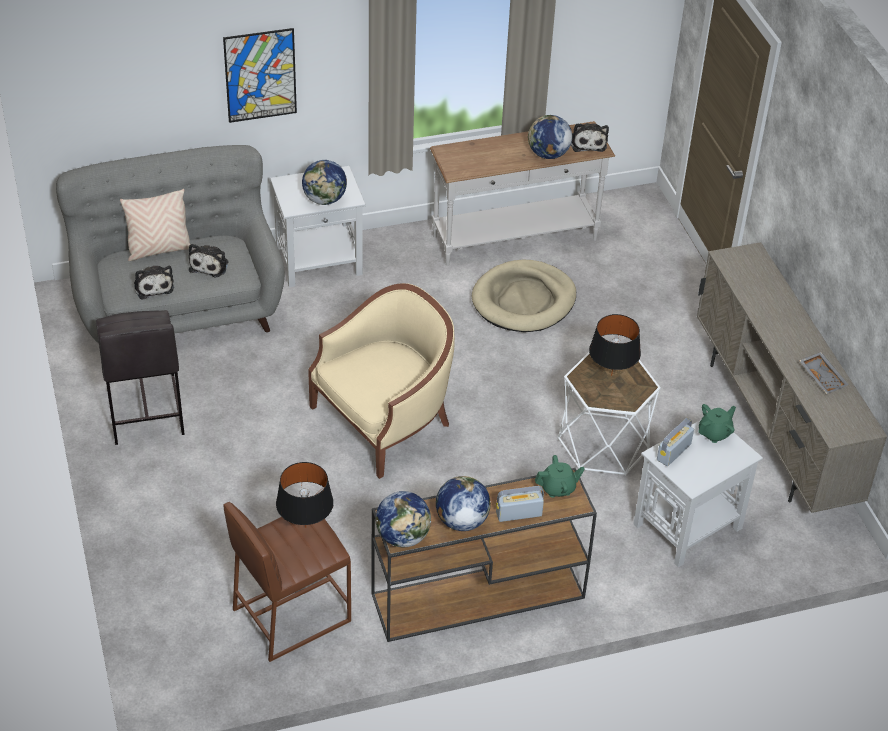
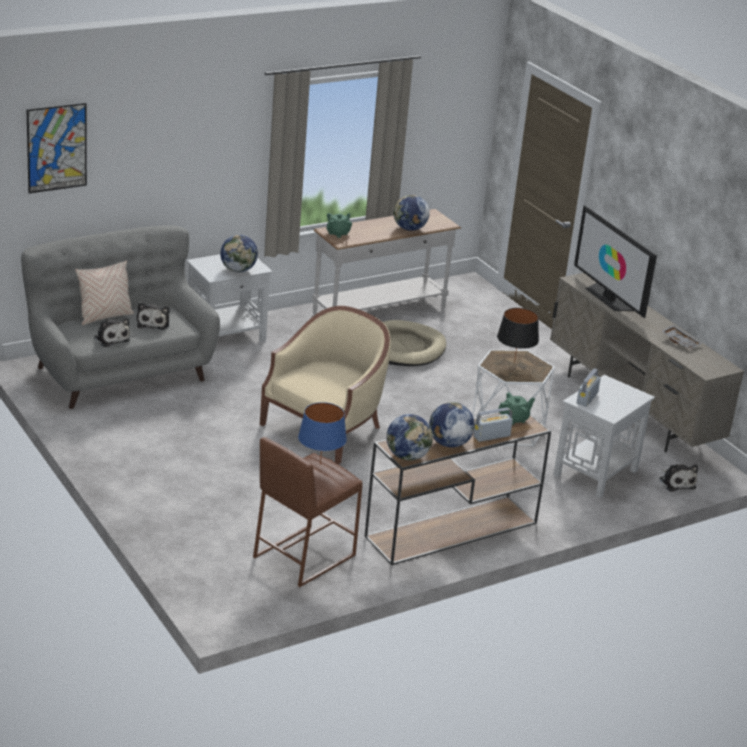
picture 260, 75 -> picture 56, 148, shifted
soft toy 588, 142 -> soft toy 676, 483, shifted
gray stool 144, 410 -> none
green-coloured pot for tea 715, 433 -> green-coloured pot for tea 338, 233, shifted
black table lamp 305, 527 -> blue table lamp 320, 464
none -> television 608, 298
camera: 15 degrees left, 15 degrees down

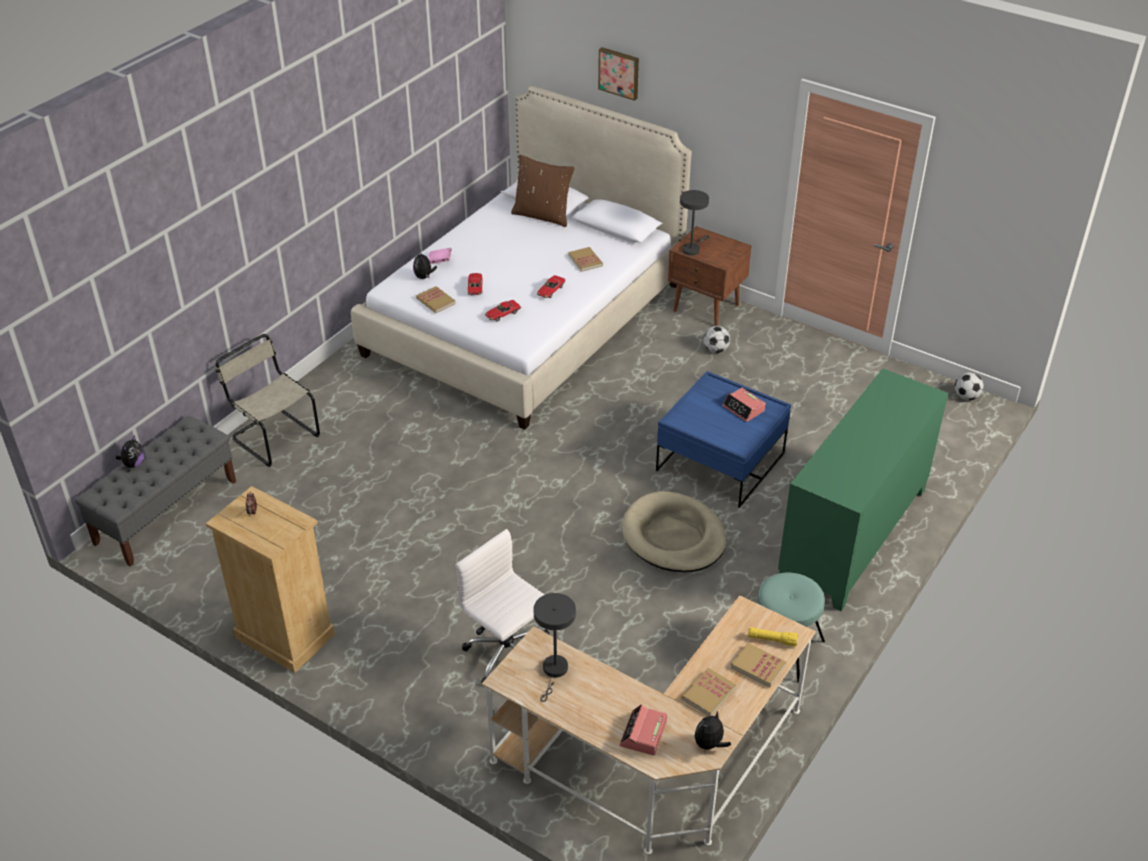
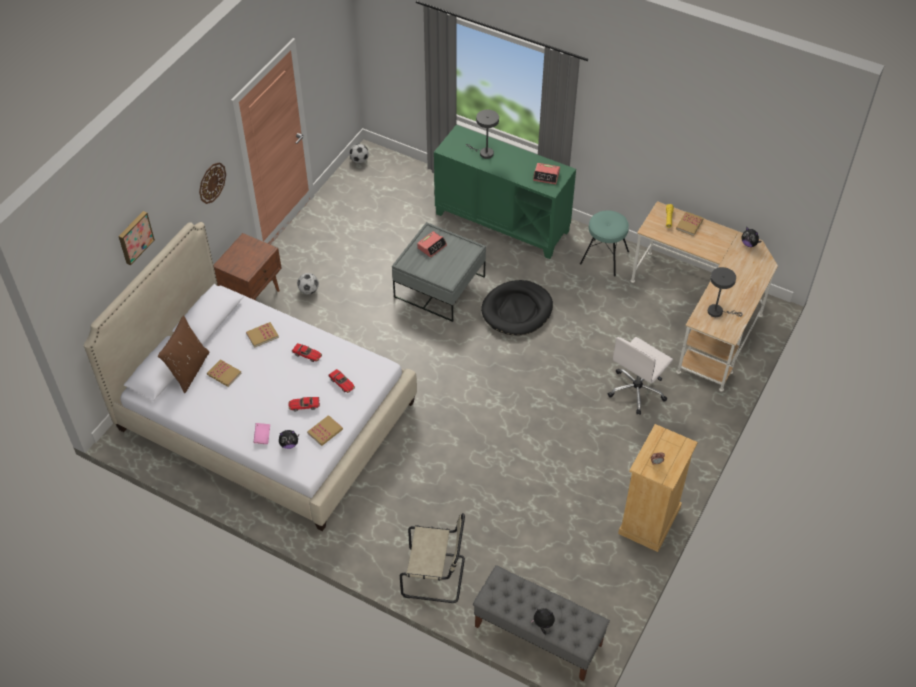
gray table lamp 692, 249 -> gray table lamp 484, 153, shifted
beige-coloured plain chair 273, 436 -> beige-coloured plain chair 436, 576, 120 degrees counterclockwise
blue low table 720, 462 -> gray low table 439, 287
beige-coloured dog bed 673, 536 -> black dog bed 517, 310
book 708, 693 -> book 224, 374, shifted
alarm clock 643, 734 -> alarm clock 546, 176, shifted
none -> wall clock 212, 182
camera: 95 degrees left, 10 degrees up

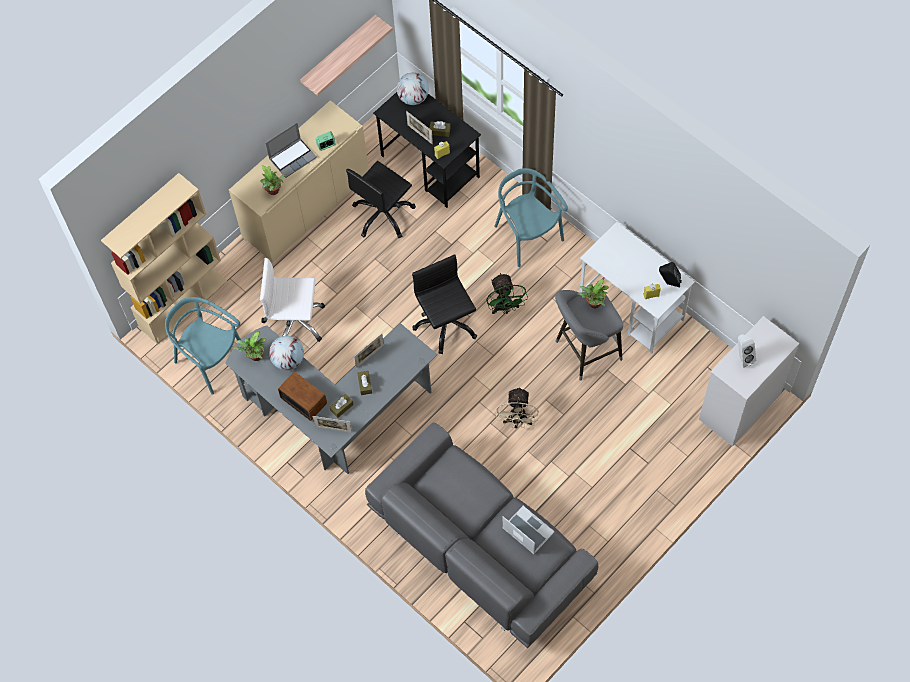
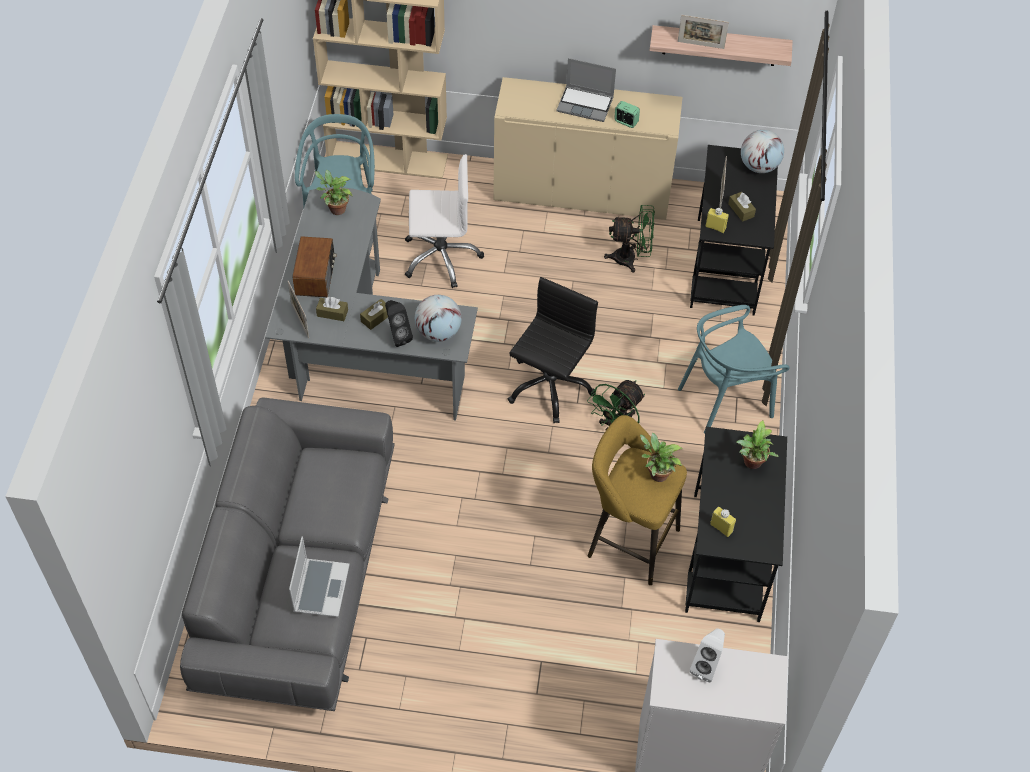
black computer chair 383, 215 -> green-coloured cooling fan 631, 259
plant in a pot 274, 191 -> plant in a pot 752, 464, shifted
turquoise plain chair 527, 235 -> turquoise plain chair 725, 399, 135 degrees counterclockwise
whitish desk unit 632, 308 -> black desk unit 726, 557
whitish computer chair 295, 322 -> whitish computer chair 441, 257, 120 degrees clockwise
black audio speaker 668, 282 -> black audio speaker 397, 336, shifted
gray stool 585, 352 -> yellow-coloured stool 628, 540
photo frame 370, 356 -> photo frame 700, 45, shifted
desk globe 288, 360 -> desk globe 438, 332, shifted
beige-coloured cooling fan 517, 421 -> none
camera: 50 degrees right, 10 degrees down

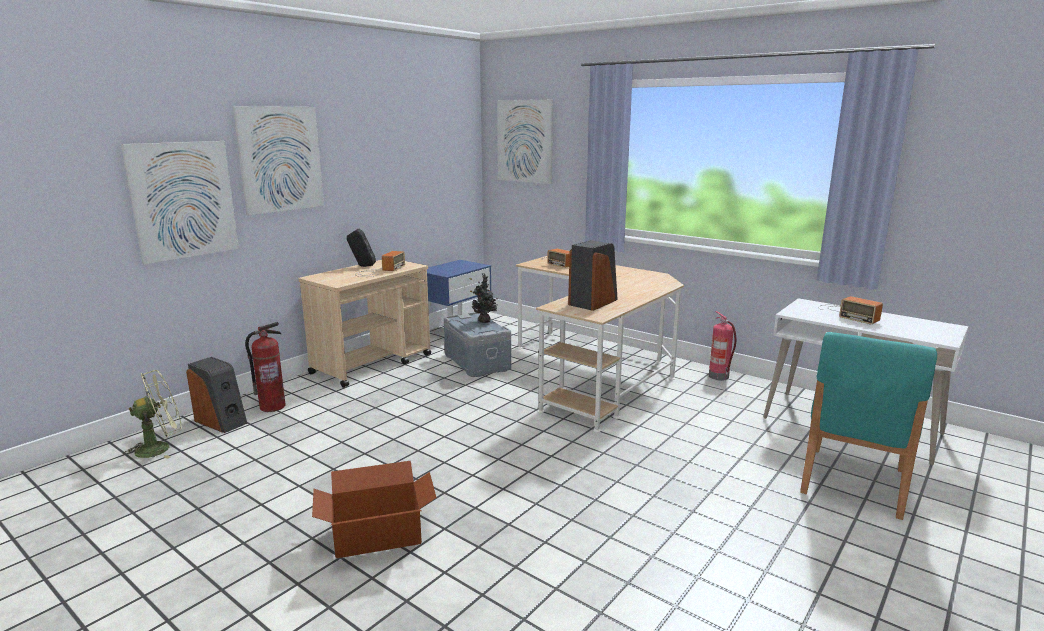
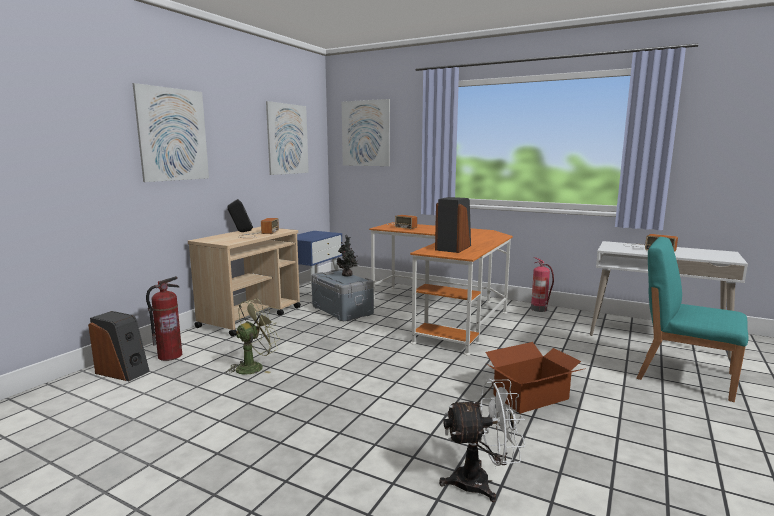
picture 183, 200 -> picture 287, 139, shifted
beige-coloured desk unit 597, 373 -> orange-coloured desk unit 444, 312
turquoise plain chair 852, 482 -> turquoise plain chair 684, 375, 105 degrees clockwise
green-coloured cooling fan 160, 448 -> green-coloured cooling fan 254, 366, shifted
carton 378, 535 -> carton 531, 397, shifted
none -> whitish cooling fan 481, 482
camera: 10 degrees left, 5 degrees down

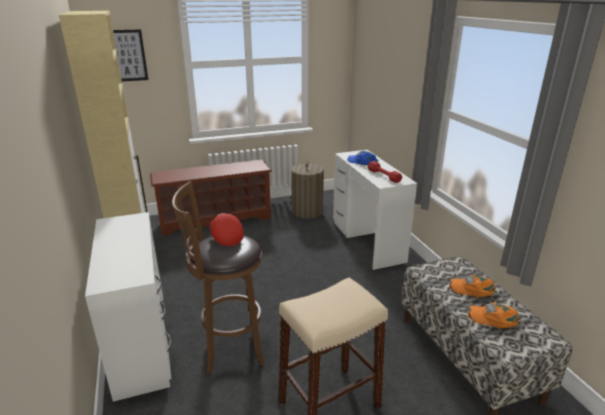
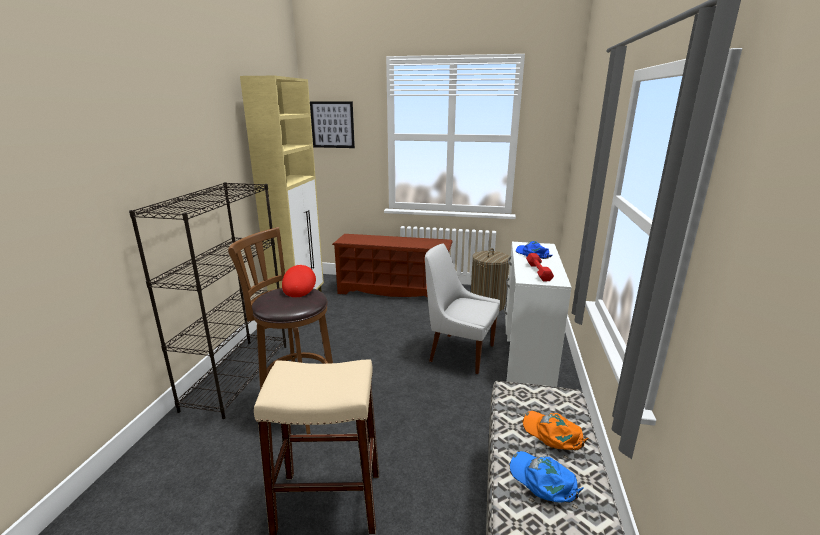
whitish desk unit 141, 343 -> black bookshelf 238, 375
orange-coloured peaked cap 493, 318 -> blue peaked cap 543, 480
none -> whitish plain chair 459, 352
camera: 30 degrees right, 5 degrees down

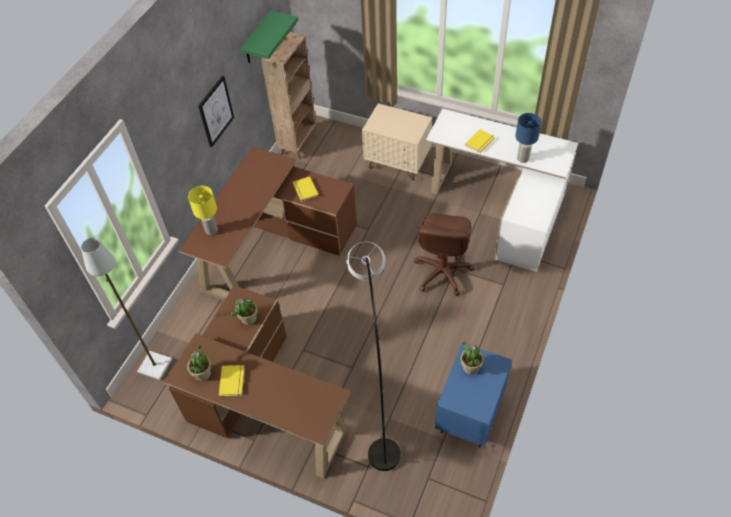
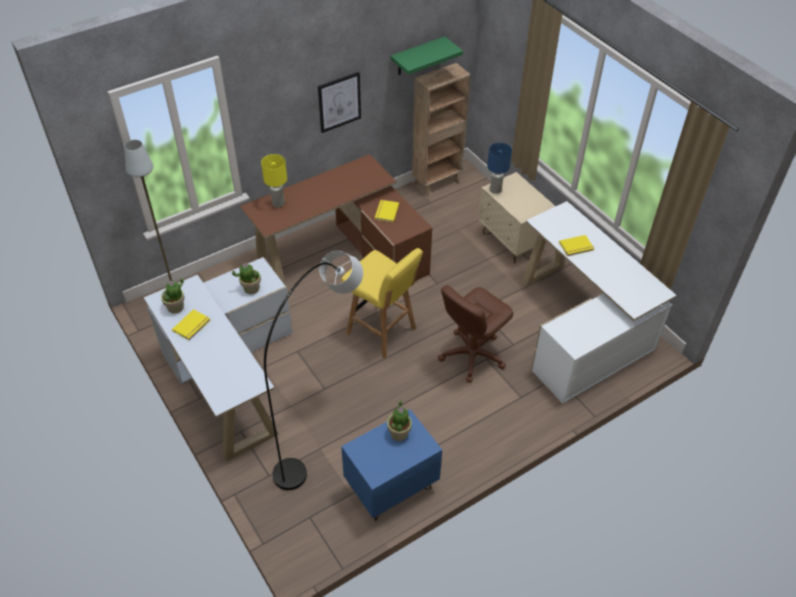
blue table lamp 523, 159 -> blue table lamp 495, 190, shifted
brown desk unit 263, 405 -> whitish desk unit 229, 376
none -> yellow-coloured stool 382, 332
camera: 30 degrees right, 5 degrees down

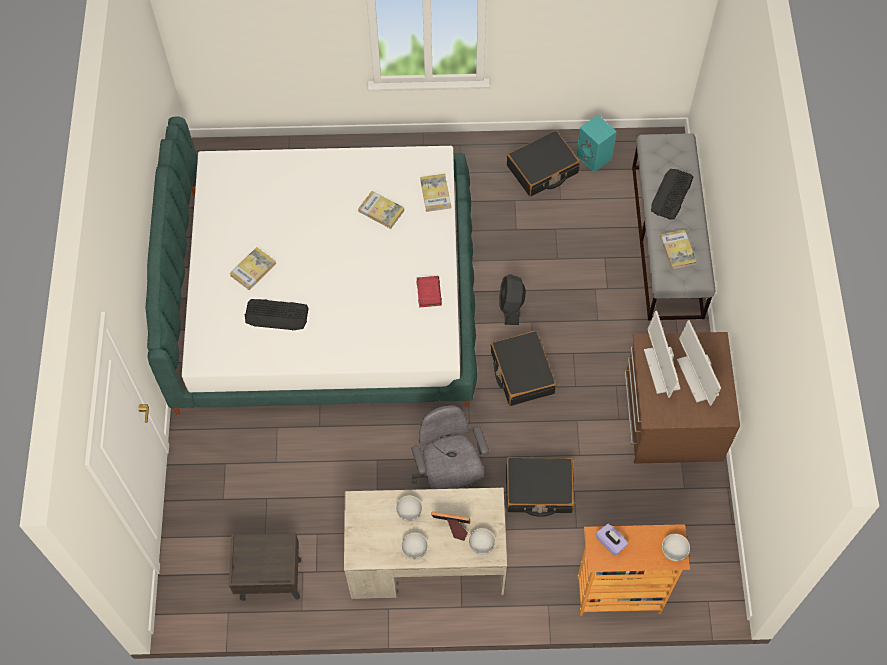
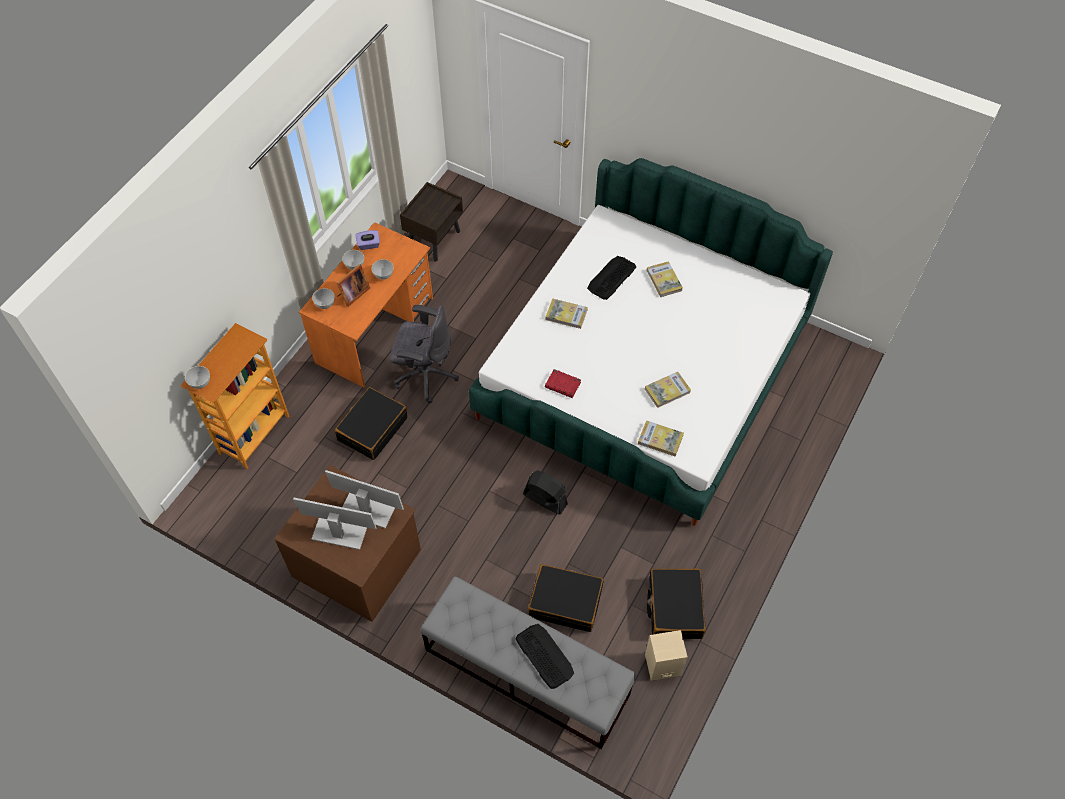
turquoise audio speaker 594, 157 -> beige-coloured audio speaker 662, 666
book 677, 250 -> book 566, 315, shifted
black piece of luggage 522, 373 -> black piece of luggage 565, 602, shifted
beige-coloured desk unit 426, 562 -> orange-coloured desk unit 375, 330
purple tissue box 610, 542 -> purple tissue box 369, 245, shifted
camera: 120 degrees right, 5 degrees down

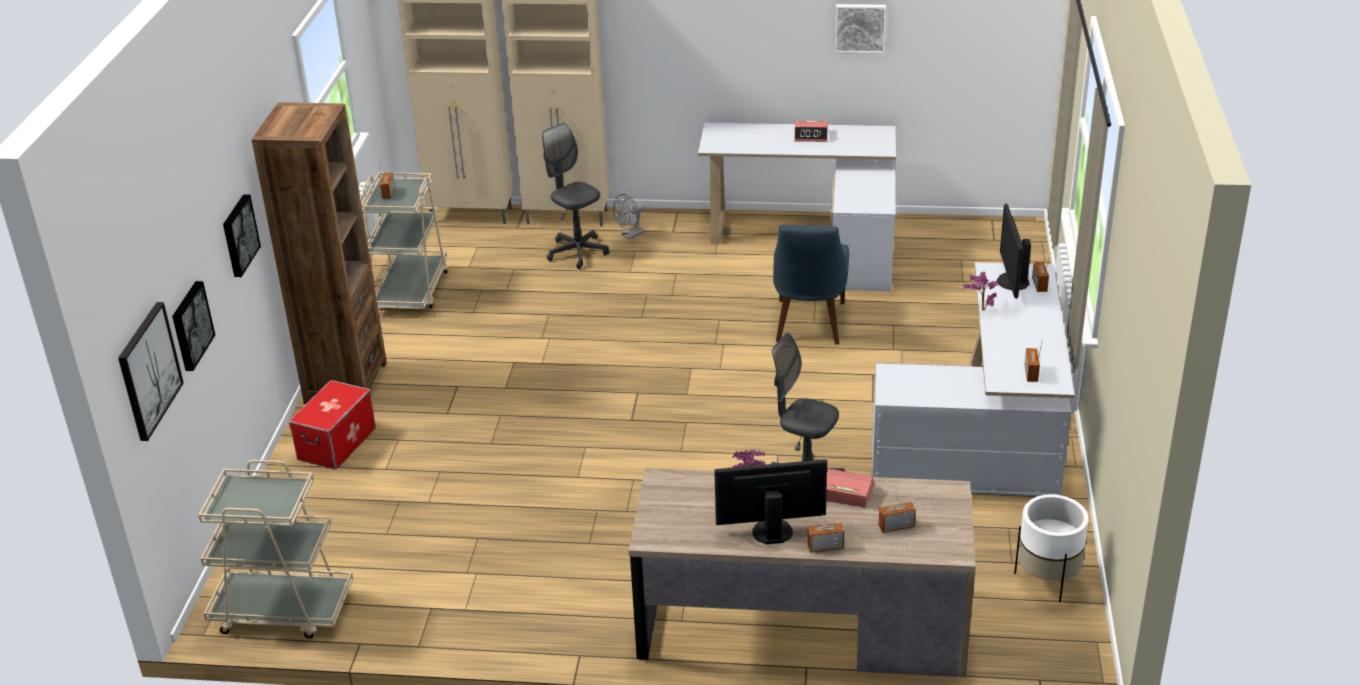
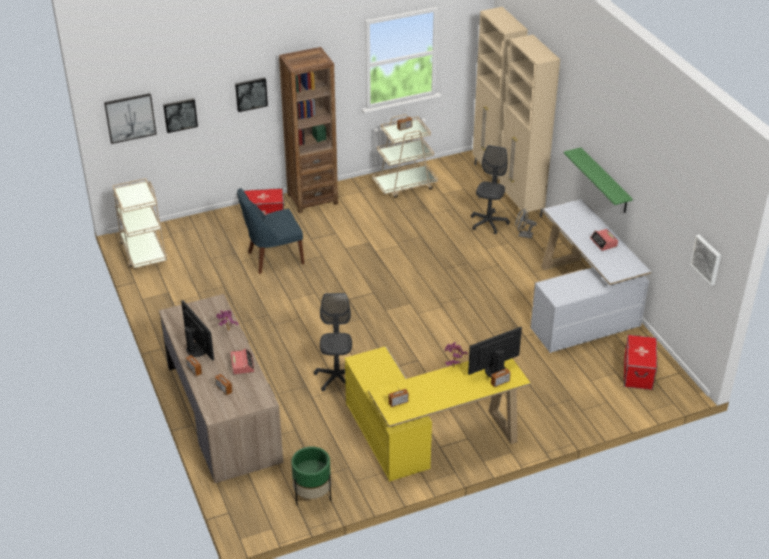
picture 860, 27 -> picture 707, 259, shifted
blue plain chair 809, 324 -> blue plain chair 273, 258, shifted
whitish desk unit 986, 439 -> yellow-coloured desk unit 426, 436
whitish flower pot 1047, 580 -> green-coloured flower pot 312, 495
none -> green-coloured shelf 604, 181
none -> storage container 638, 373
camera: 60 degrees right, 5 degrees up

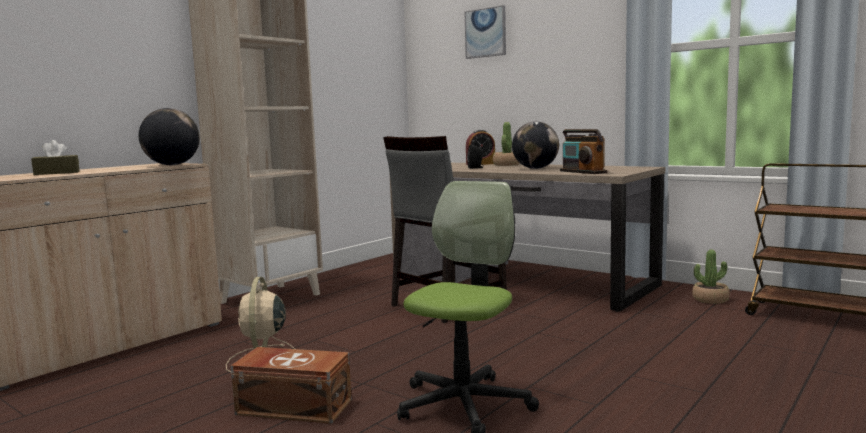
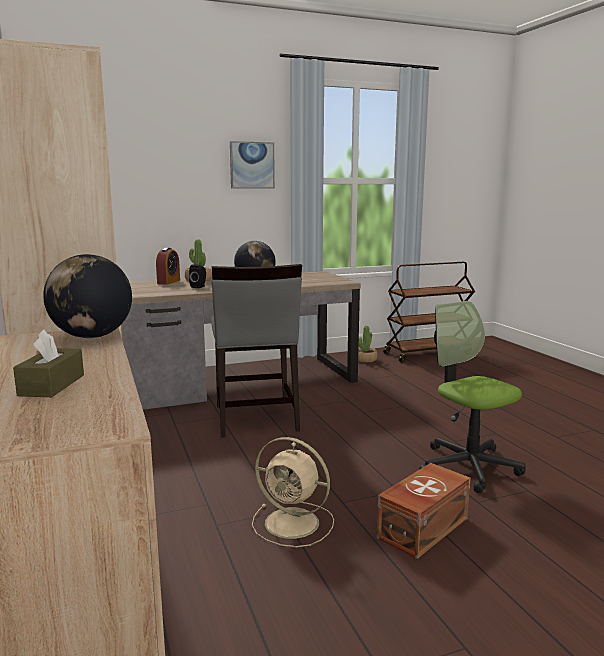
picture 485, 33 -> picture 252, 165, shifted
radio receiver 582, 172 -> none
camera: 60 degrees left, 5 degrees up

